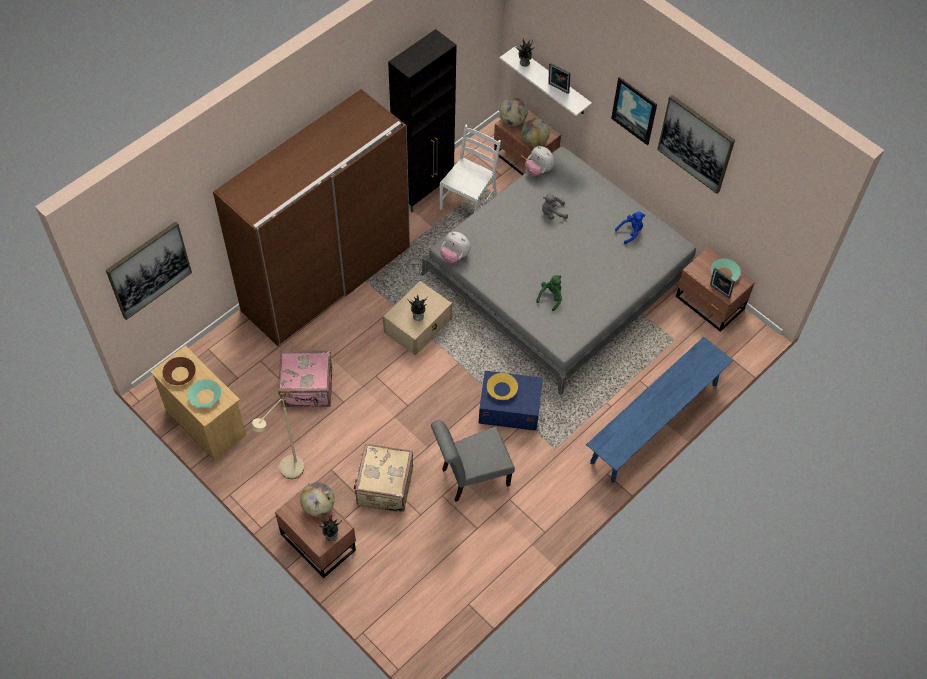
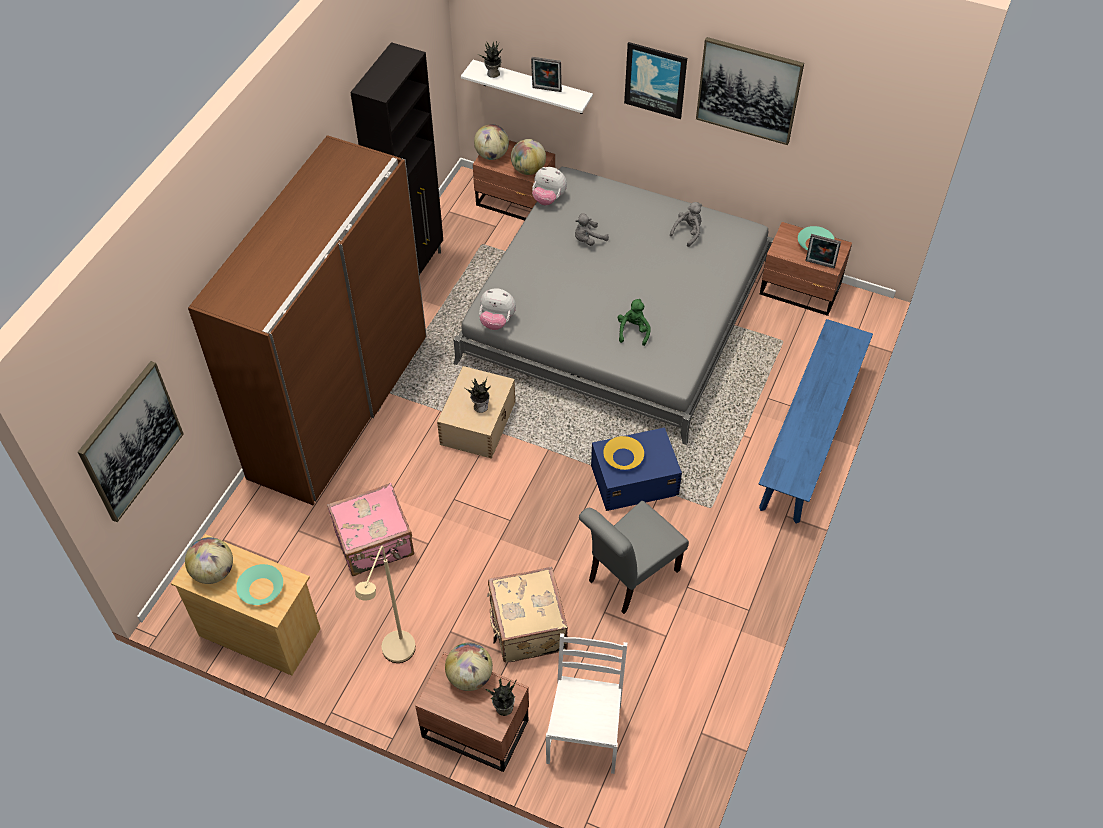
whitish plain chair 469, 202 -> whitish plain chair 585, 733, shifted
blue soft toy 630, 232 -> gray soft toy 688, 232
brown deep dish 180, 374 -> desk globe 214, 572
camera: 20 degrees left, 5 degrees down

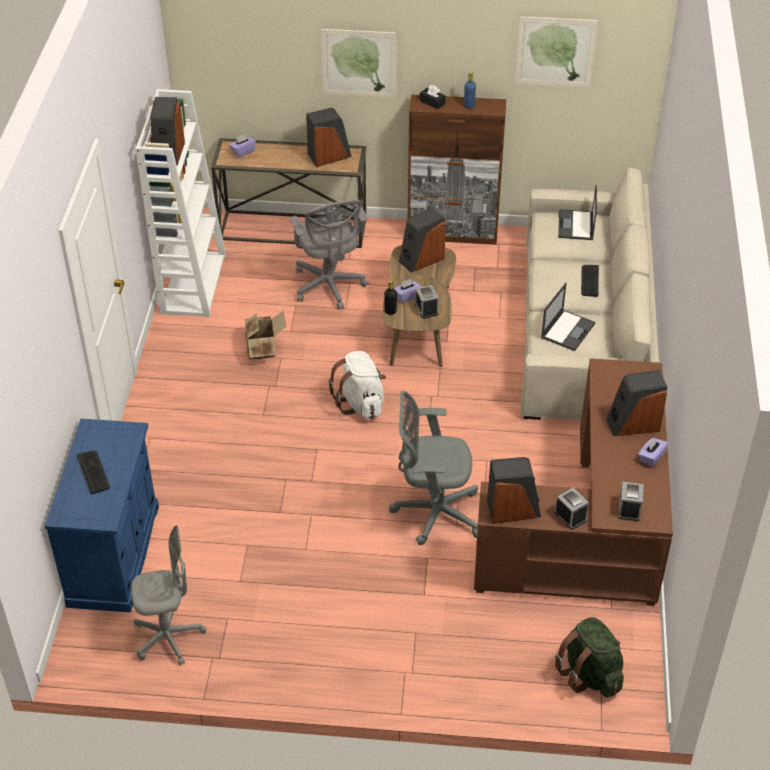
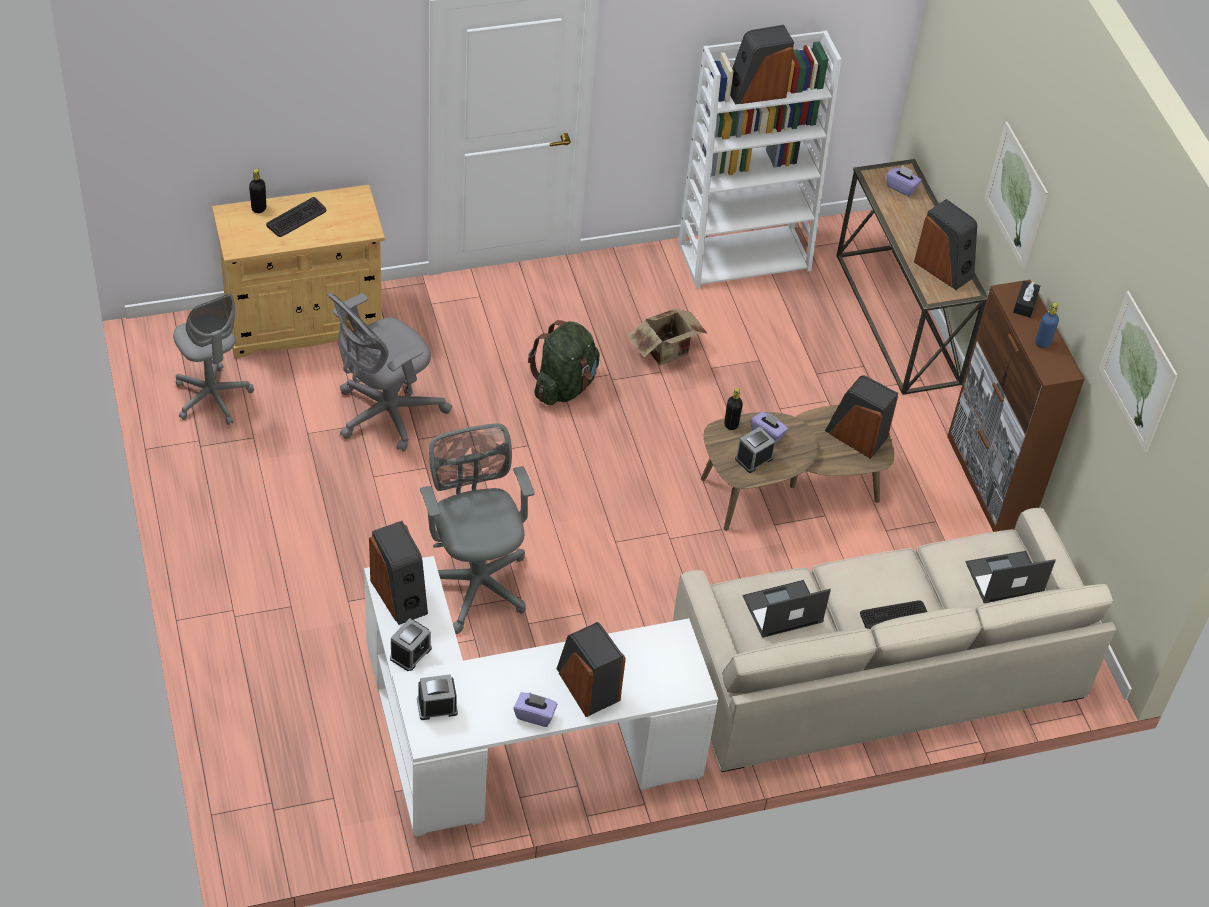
gray computer chair 329, 287 -> gray computer chair 385, 414, shifted
notebook computer 568, 330 -> notebook computer 781, 610, 150 degrees clockwise
whitish backpack 361, 403 -> none
brown desk unit 592, 531 -> whitish desk unit 511, 748
blue cupboard 114, 555 -> beige-coloured cupboard 303, 321
green-coloured backpack 590, 674 -> green-coloured backpack 564, 386, shifted
none -> black drink bottle 259, 208
camera: 65 degrees right, 5 degrees up

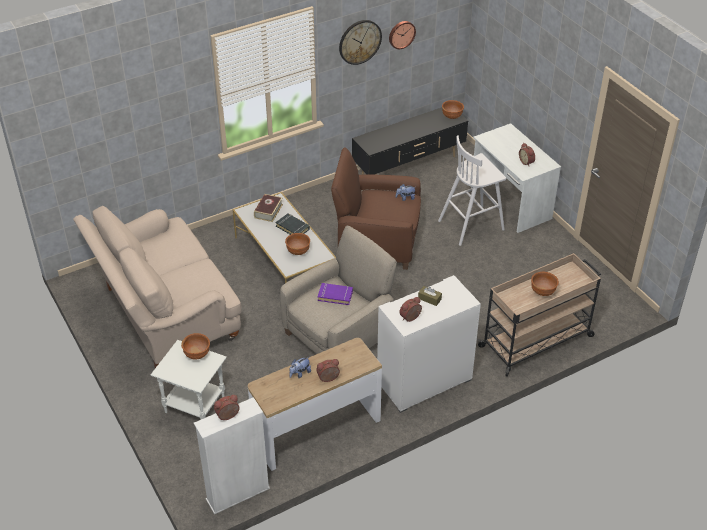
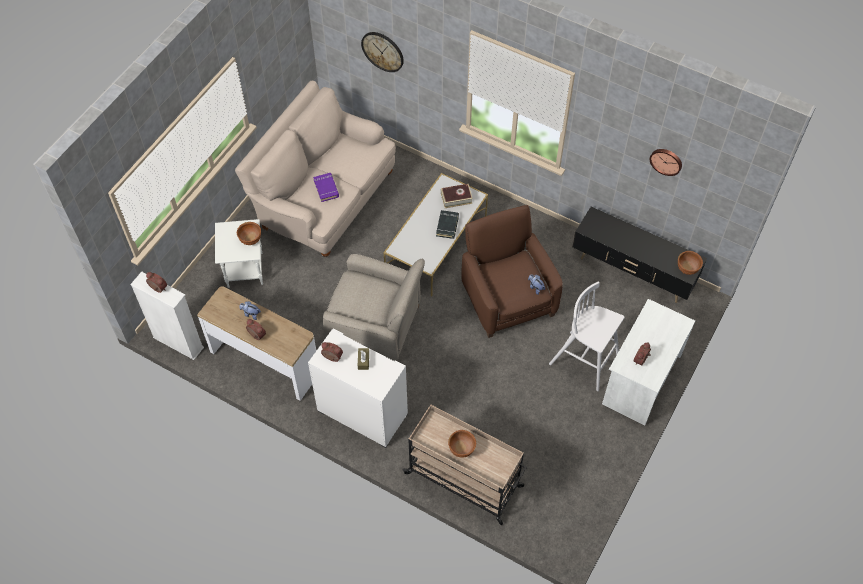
wall clock 360, 41 -> wall clock 383, 51, shifted
brown deep dish 298, 251 -> none
purple book 335, 295 -> purple book 326, 188, shifted
camera: 60 degrees right, 15 degrees up

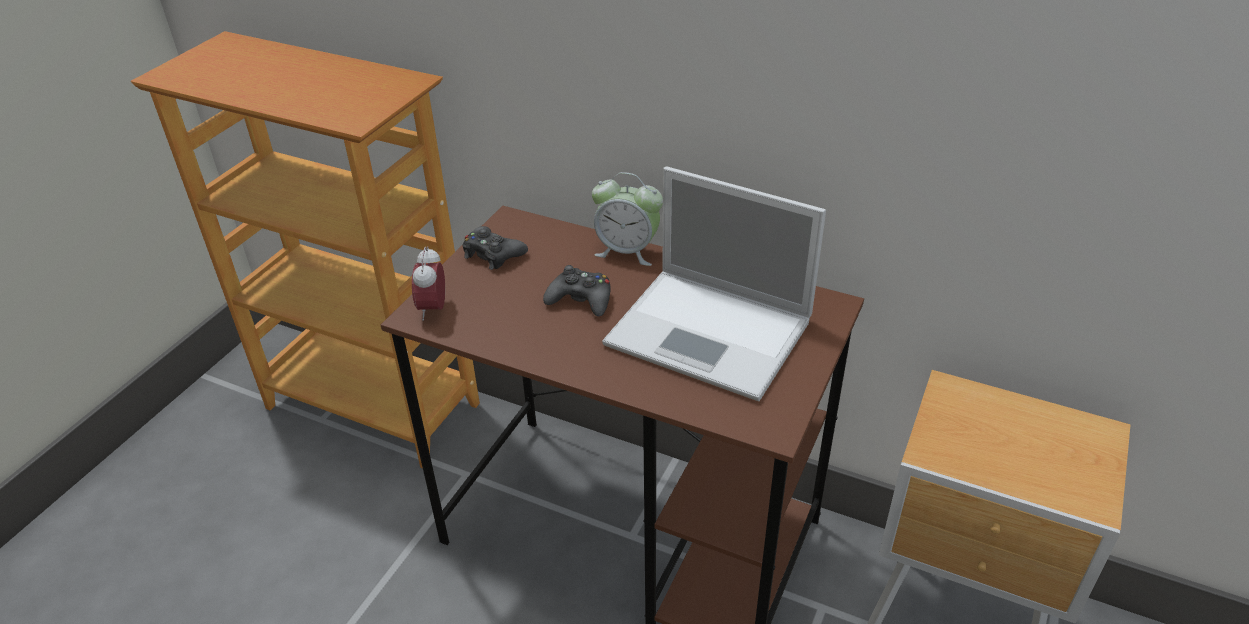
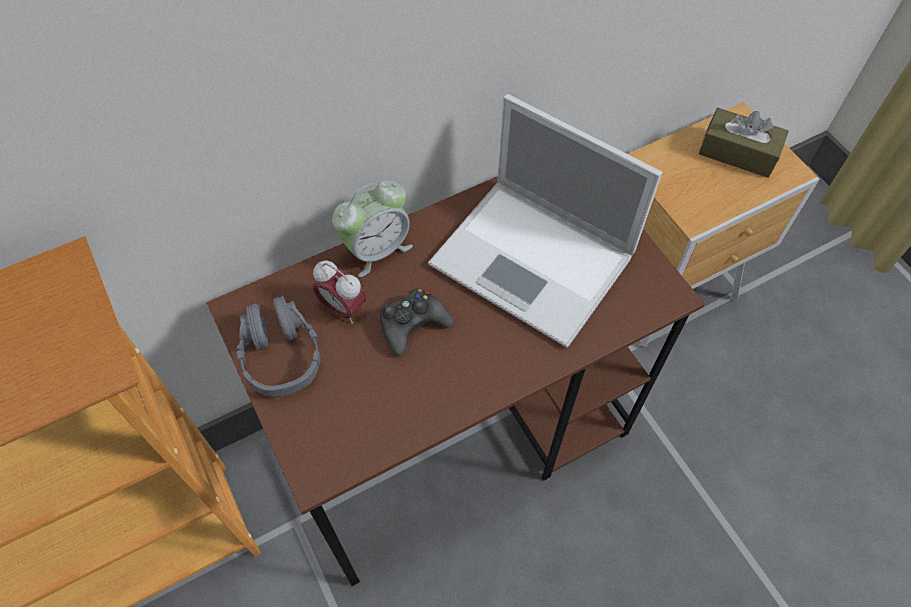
notebook computer 712, 333 -> notebook computer 535, 261, 60 degrees clockwise
black joypad 493, 254 -> gray headset 281, 355
alarm clock 433, 309 -> alarm clock 343, 308, shifted
none -> brown tissue box 738, 153
camera: 55 degrees left, 20 degrees up

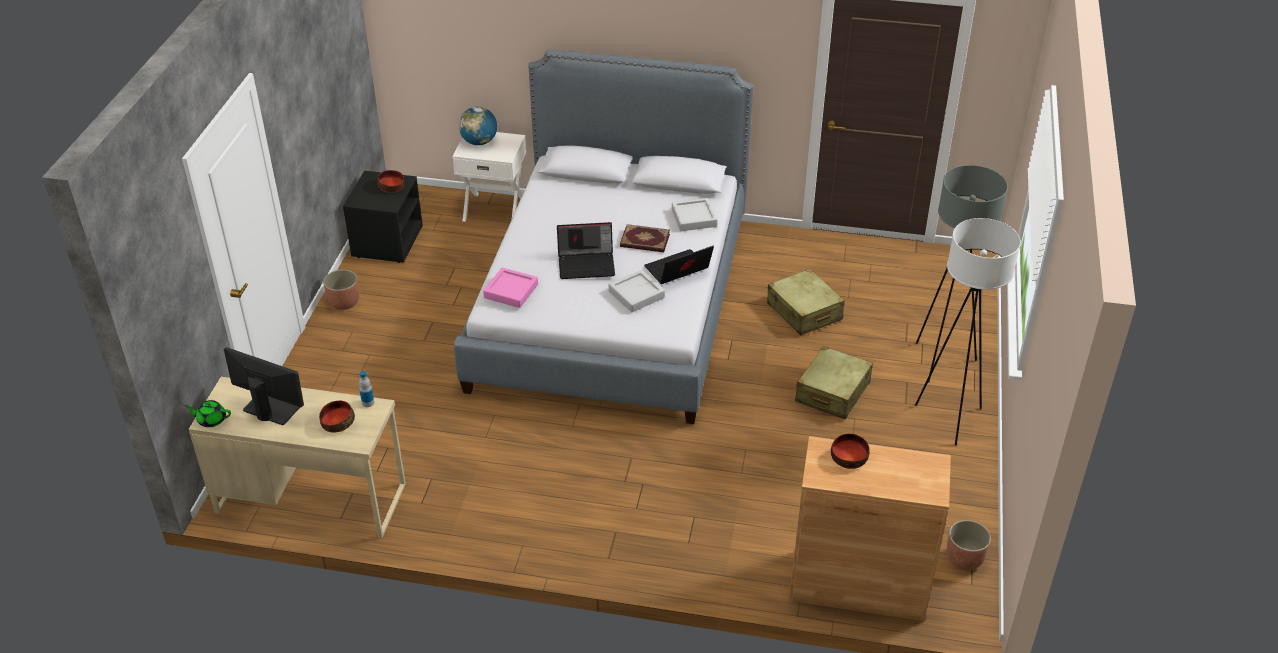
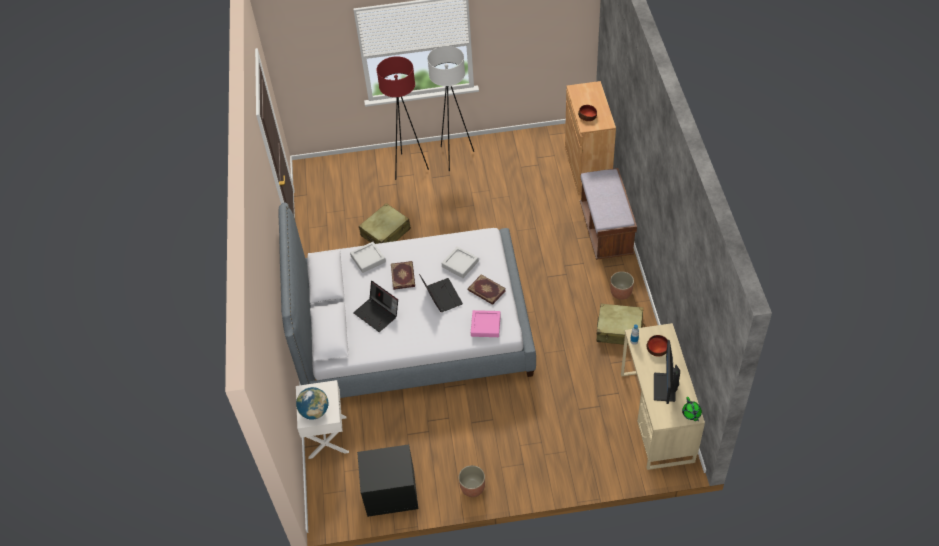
gray floor lamp 941, 361 -> red floor lamp 408, 167
deep dish 391, 187 -> none
notebook computer 677, 271 -> notebook computer 377, 314, shifted
beige-coloured piece of luggage 832, 392 -> beige-coloured piece of luggage 619, 330, shifted
flower pot 964, 559 -> flower pot 621, 292, shifted
none -> brown long seat 606, 230
none -> book 486, 291
camera: 105 degrees left, 10 degrees up

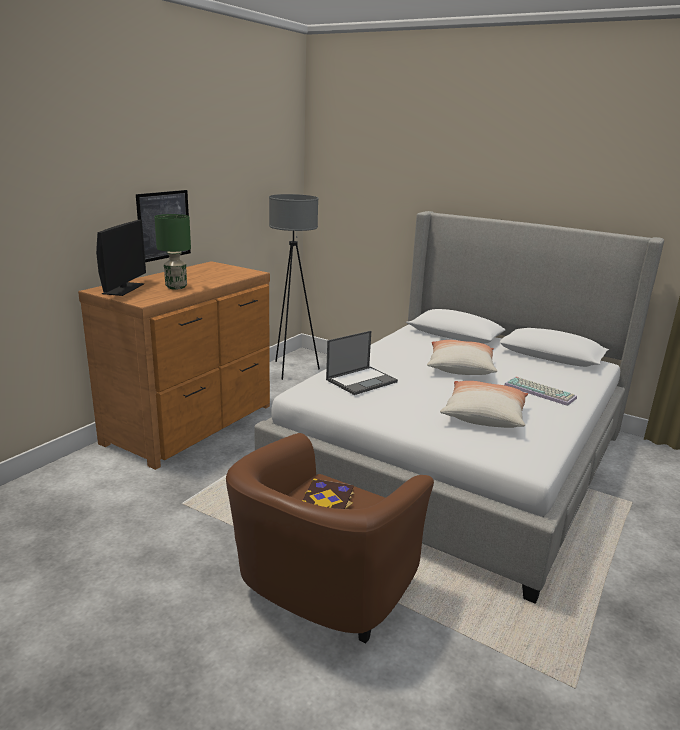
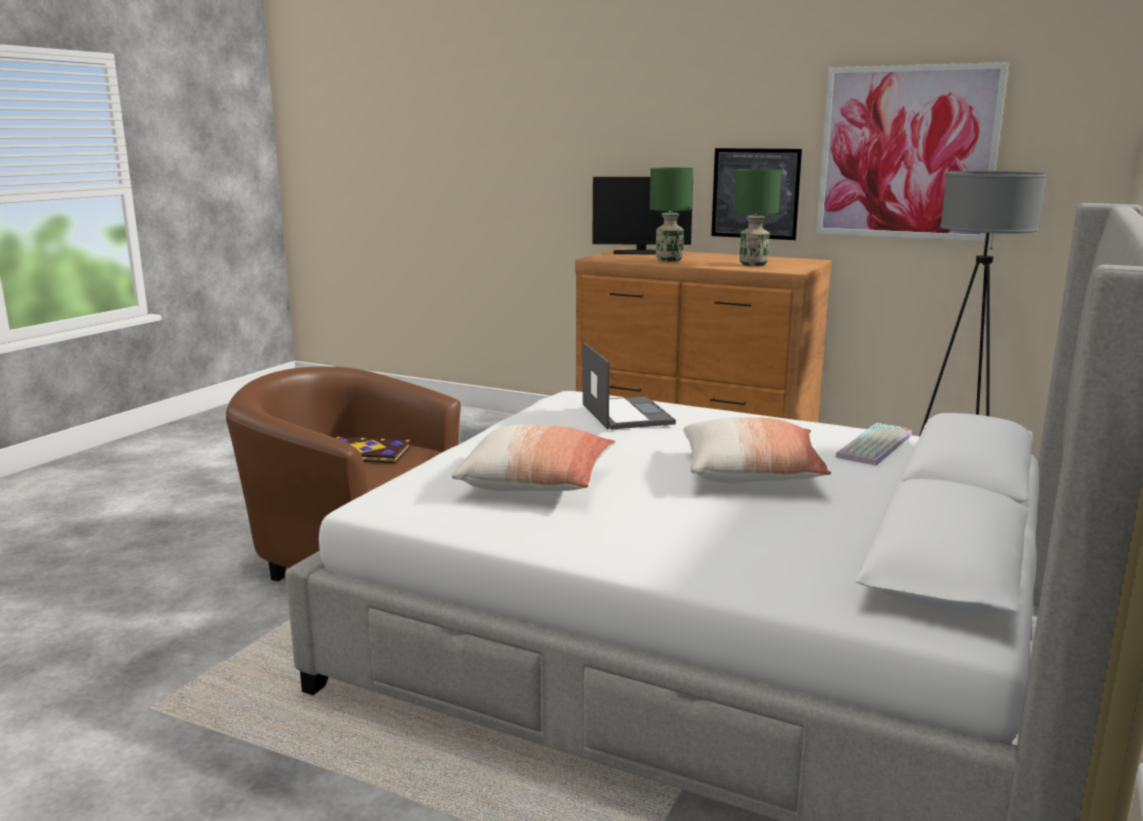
notebook computer 362, 380 -> notebook computer 626, 413, 150 degrees counterclockwise
PC keyboard 541, 391 -> PC keyboard 876, 446, shifted
none -> picture 906, 153
none -> green-coloured table lamp 753, 264
camera: 85 degrees right, 5 degrees down

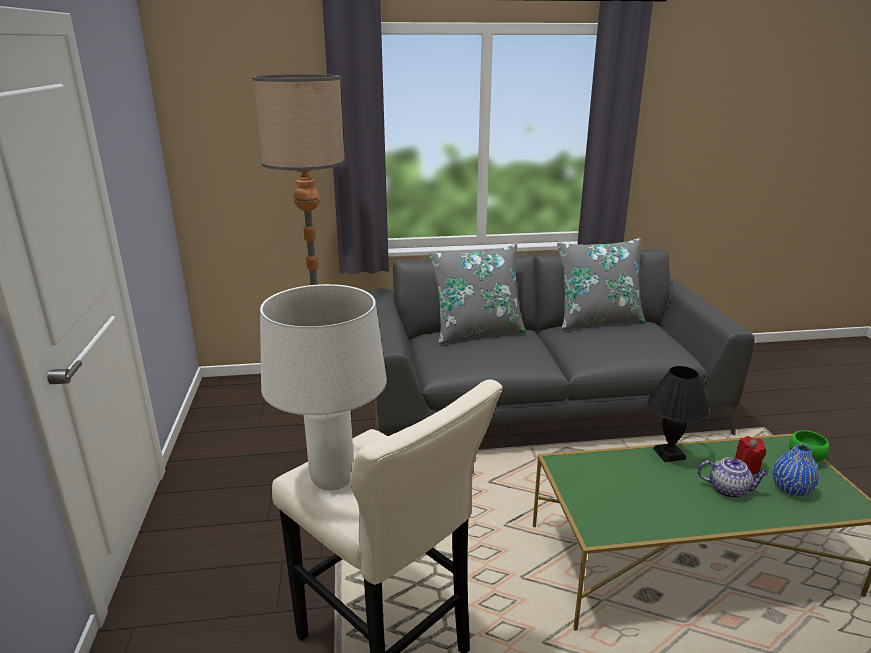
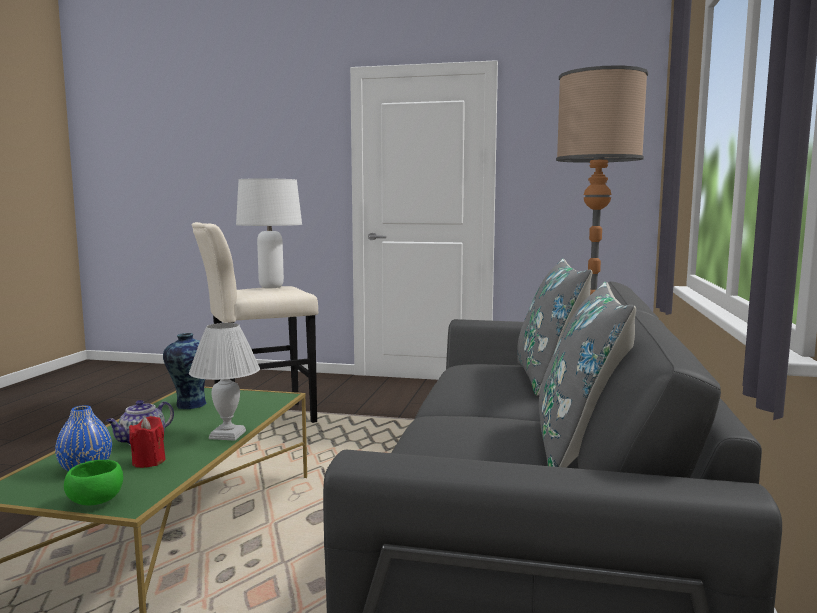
black table lamp 670, 454 -> whitish table lamp 226, 435
none -> decorative vase 189, 405
camera: 110 degrees right, 15 degrees down

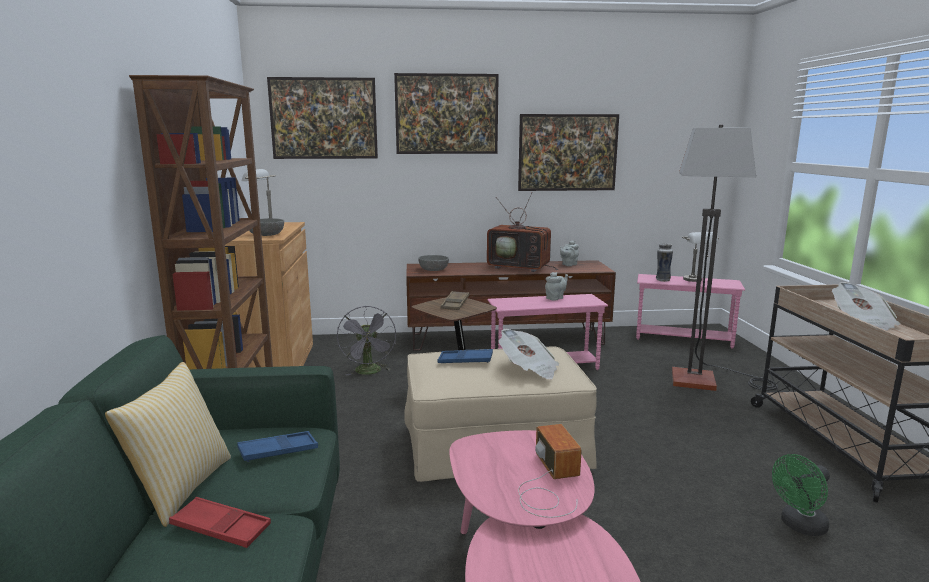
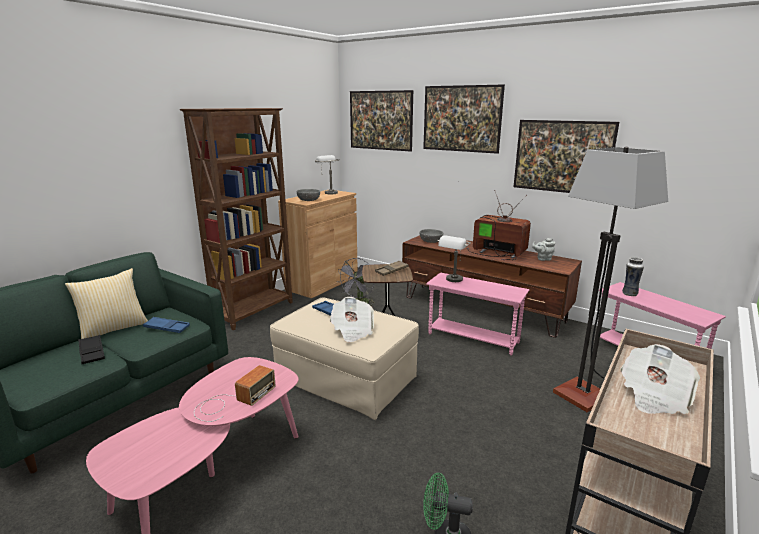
television 521, 267 -> television 497, 253, 150 degrees clockwise
gray table lamp 696, 281 -> gray table lamp 452, 281, shifted
gray pot for tea 555, 298 -> none
red tray 221, 528 -> black tray 92, 352
camera: 40 degrees right, 5 degrees up

